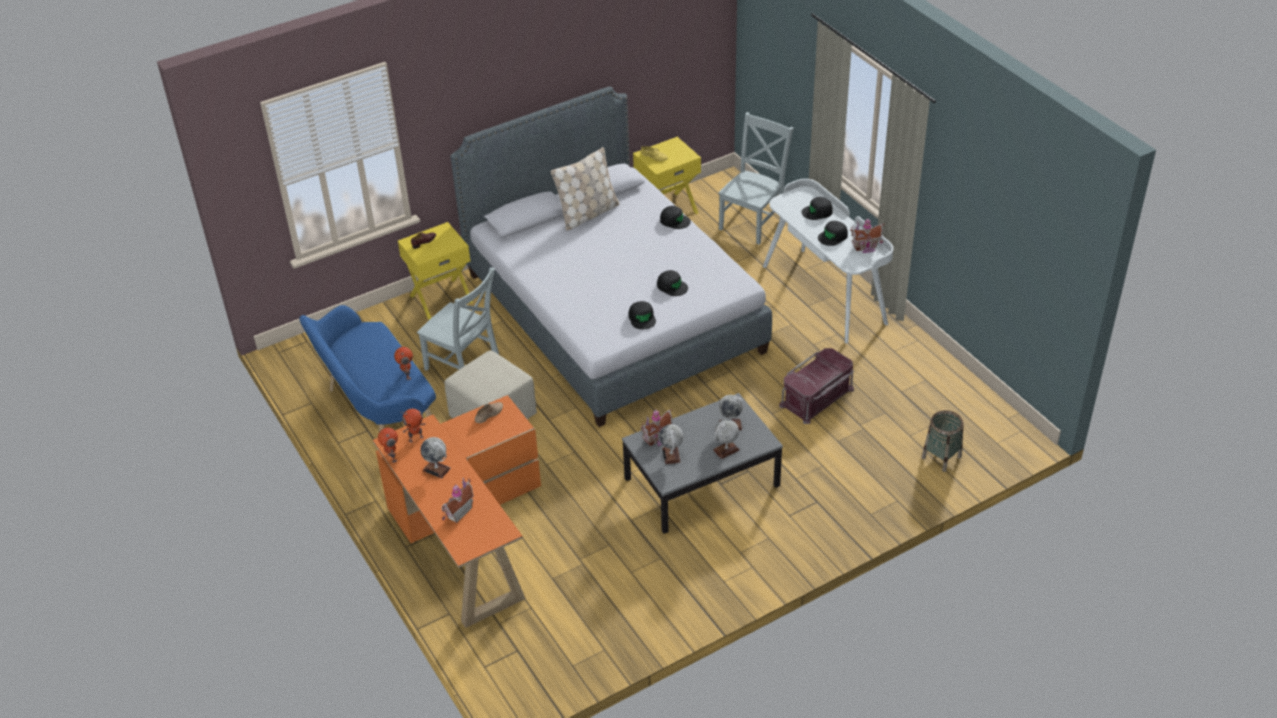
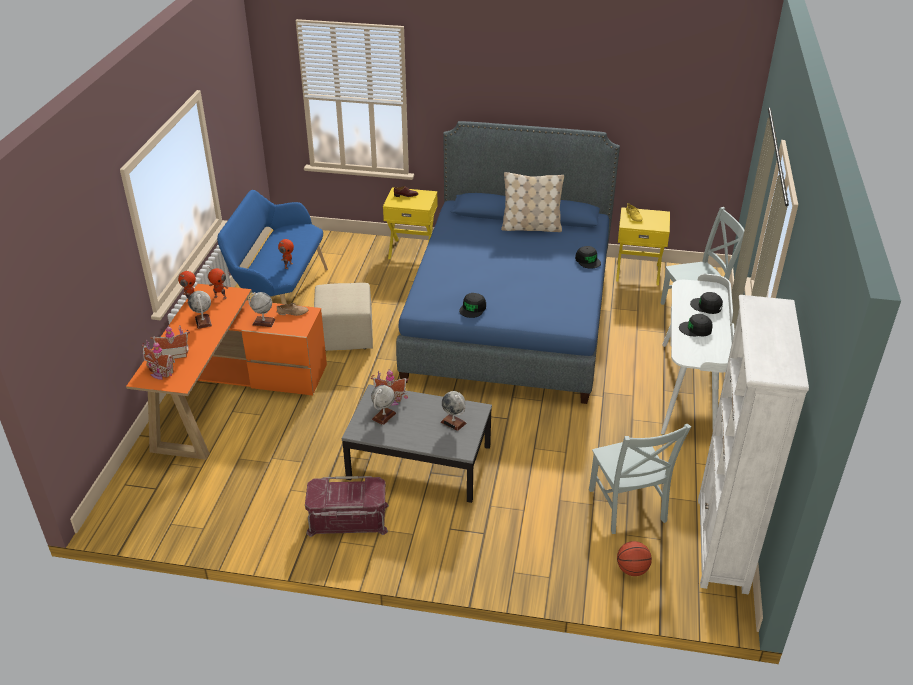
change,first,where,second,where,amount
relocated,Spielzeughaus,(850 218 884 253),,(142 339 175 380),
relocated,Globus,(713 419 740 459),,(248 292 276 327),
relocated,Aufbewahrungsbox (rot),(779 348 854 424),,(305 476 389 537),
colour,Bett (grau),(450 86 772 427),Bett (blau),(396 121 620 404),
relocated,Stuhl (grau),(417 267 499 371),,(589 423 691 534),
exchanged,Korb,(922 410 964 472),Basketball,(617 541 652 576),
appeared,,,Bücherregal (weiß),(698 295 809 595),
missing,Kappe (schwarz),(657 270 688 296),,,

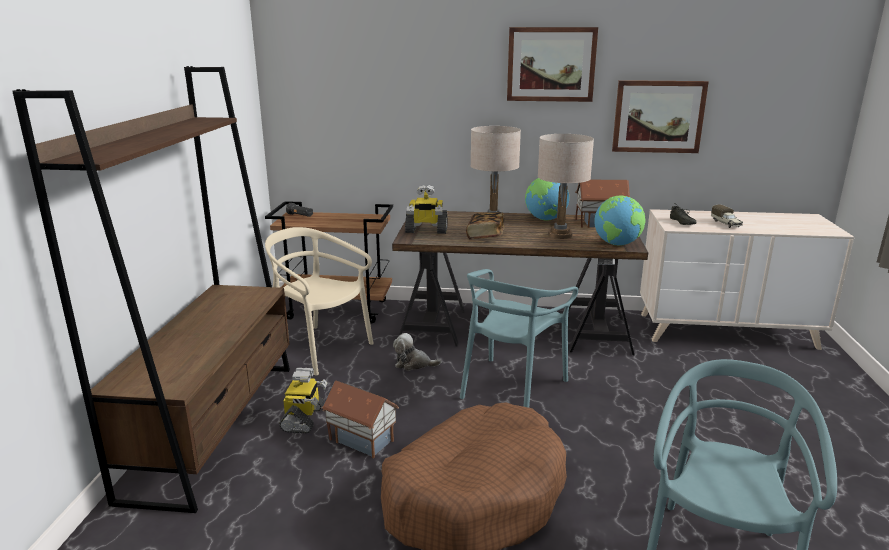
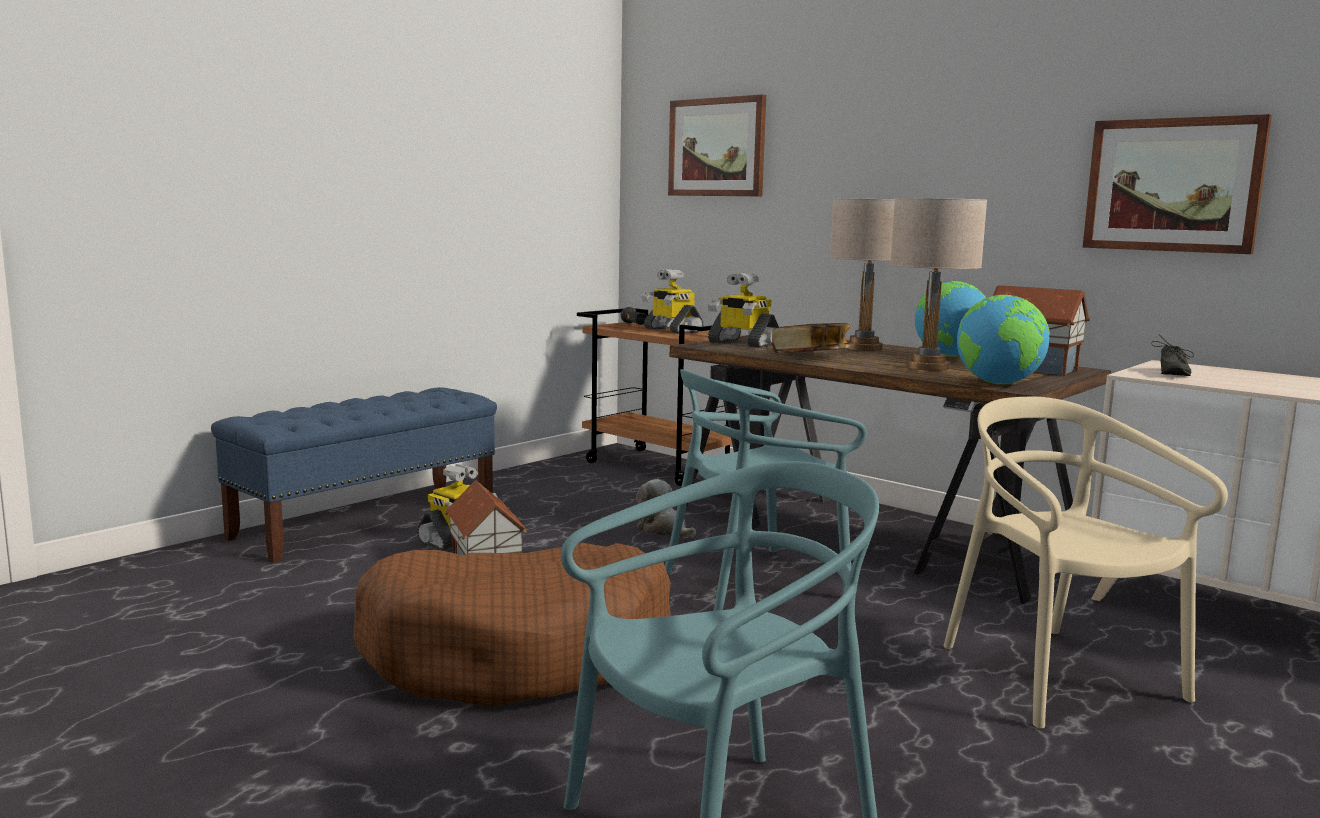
change,first,where,second,where,amount
exchanged,Bücherregal (braun),(12 66 290 513),Bank (blau),(211 387 497 563),
appeared,,,Spielzeugroboter,(641 269 703 334),
relocated,Bild,(507 27 598 102),,(668 95 766 196),
relocated,Stuhl (beige),(265 227 374 375),,(944 397 1228 729),
missing,Spielzeuglaster,(711 204 743 228),,,

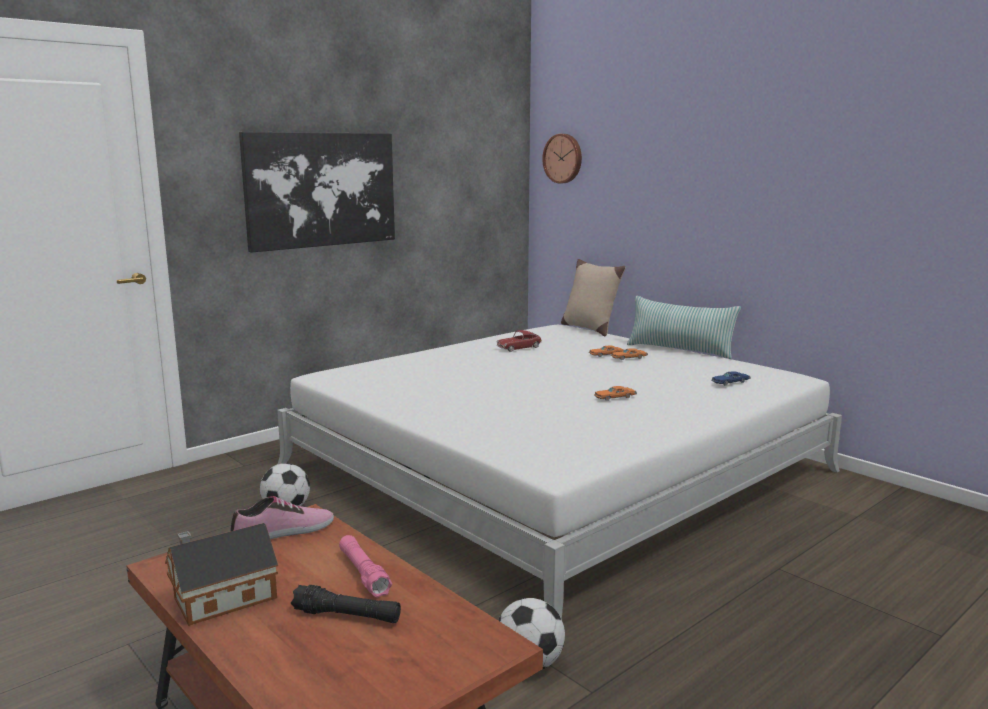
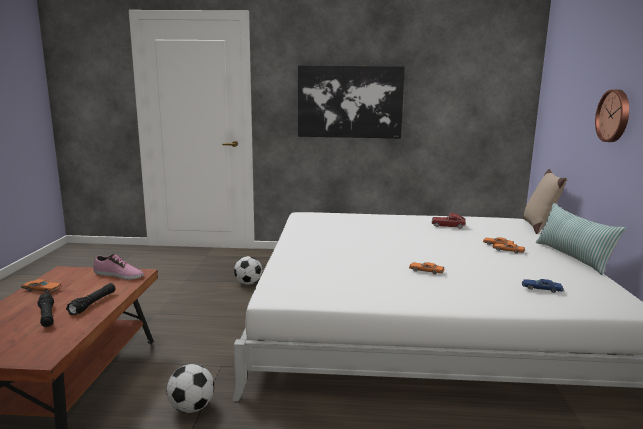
change,first,where,second,where,amount
exchanged,Spielzeughaus,(165 523 278 626),Spielzeugauto (orange),(21 279 62 293),
colour,Taschenlampe (rosa),(339 535 392 598),Taschenlampe (schwarz),(66 283 116 315),
relocated,Wanduhr,(542 134 582 183),,(595 89 629 142),

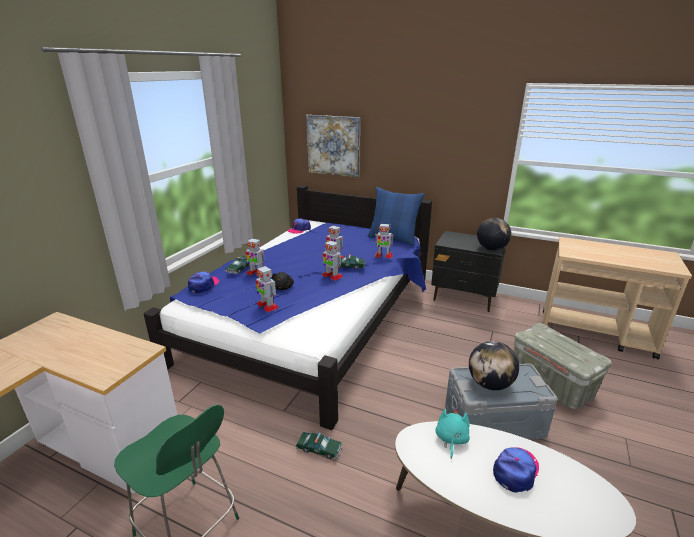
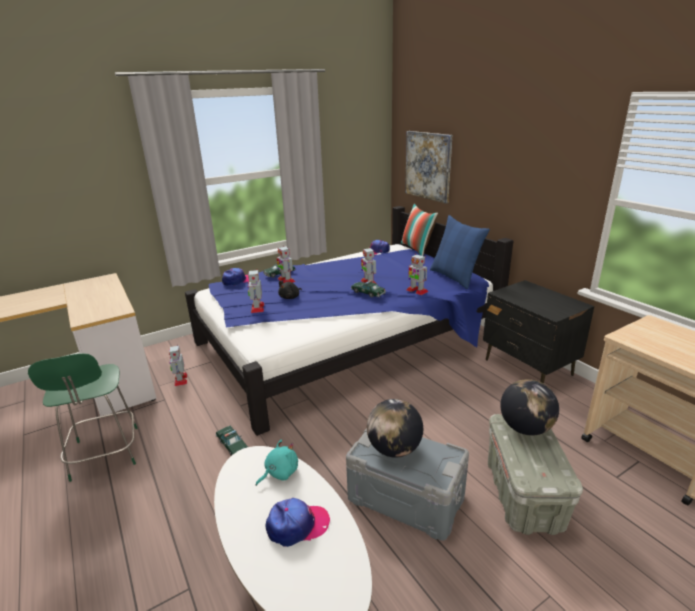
change,first,where,second,where,amount
relocated,Spielzeugroboter,(322 240 343 281),,(169 344 187 386),
appeared,,,Kissen,(401 204 438 256),
relocated,Globus,(477 218 511 251),,(500 379 559 436),

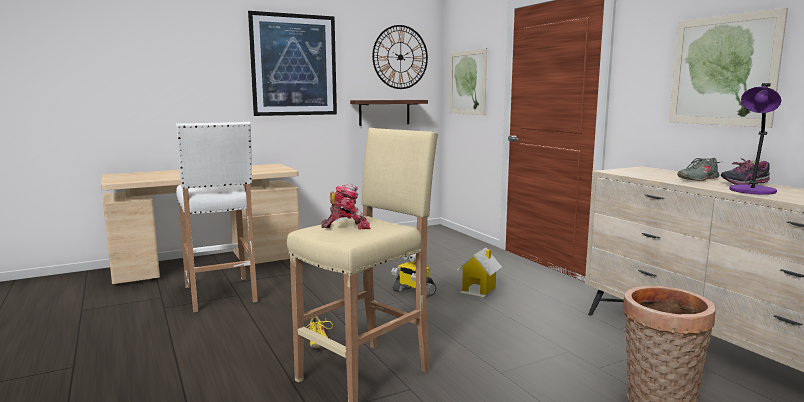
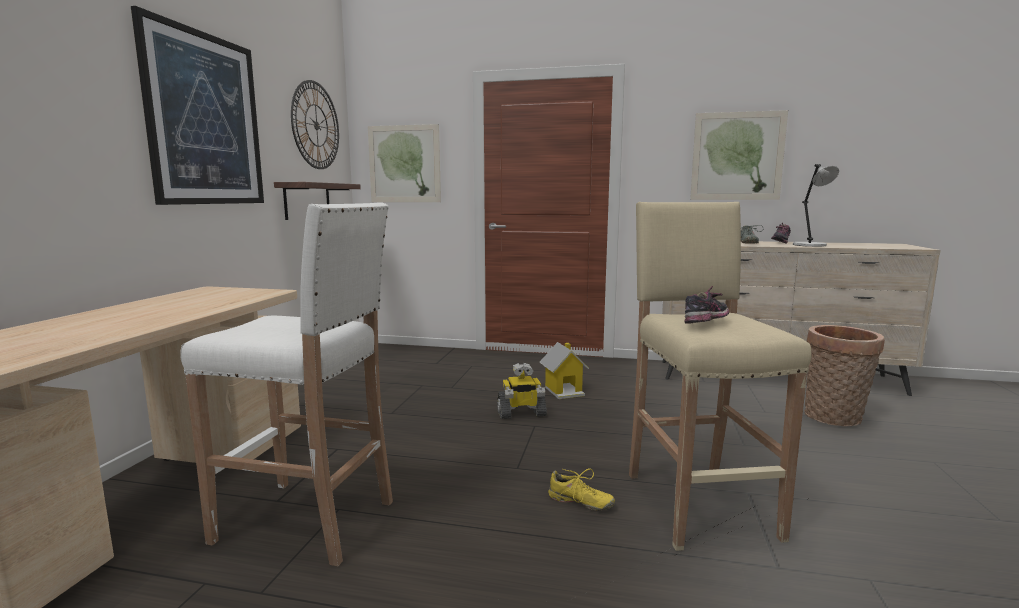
change,first,where,second,where,amount
exchanged,Spielzeugroboter,(321 184 370 229),Schuh,(684 286 729 324),
colour,Tischlampe (lila),(729 83 781 195),Tischlampe (grau),(793 164 839 247),

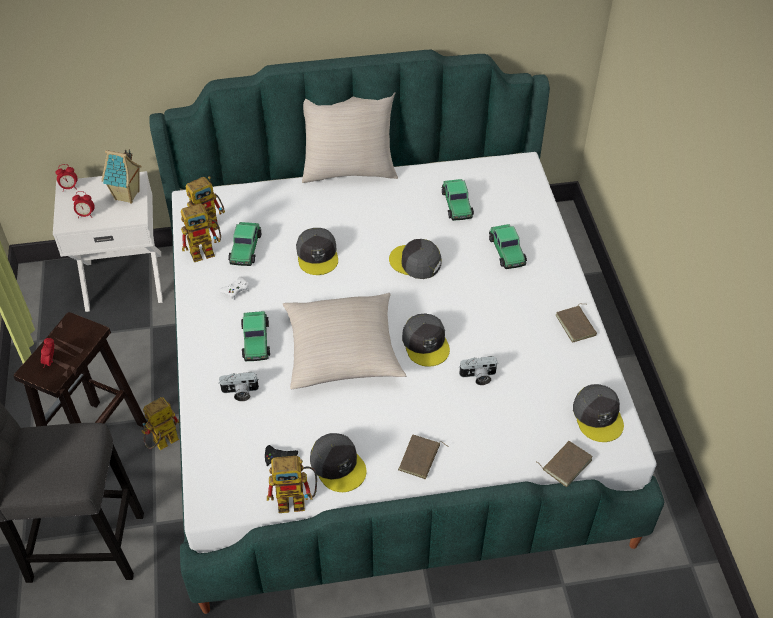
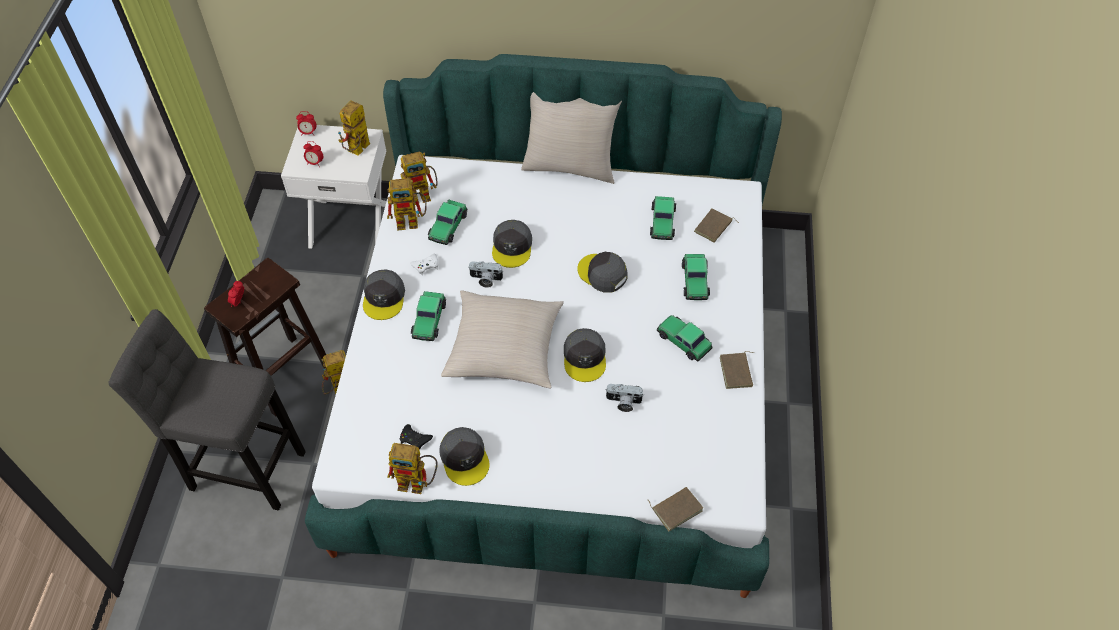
change,first,where,second,where,amount
exchanged,Spielzeughaus,(101 149 142 204),Spielzeugroboter,(338 100 370 156),
relocated,Kappe (grau),(573 384 624 442),,(363 269 405 320),
relocated,Kamera,(219 372 259 401),,(468 261 504 288),
appeared,,,Spielzeugauto,(657 315 713 362),
relocated,Buch (braun),(398 435 449 479),,(694 208 739 242),

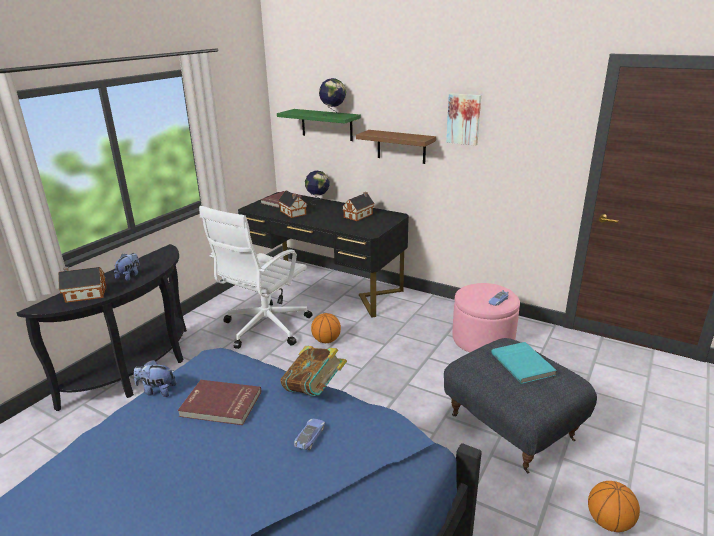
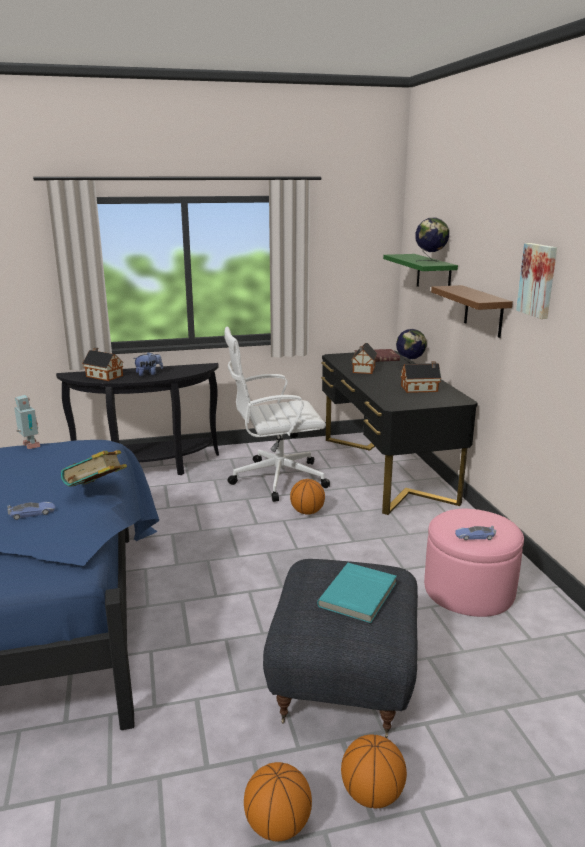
change,first,where,second,where,amount
exchanged,Plüschtier,(134 360 177 397),Spielzeugroboter,(14 395 40 449),
appeared,,,Basketball,(341 734 407 808),
missing,Buch (rot),(178 380 261 425),,,

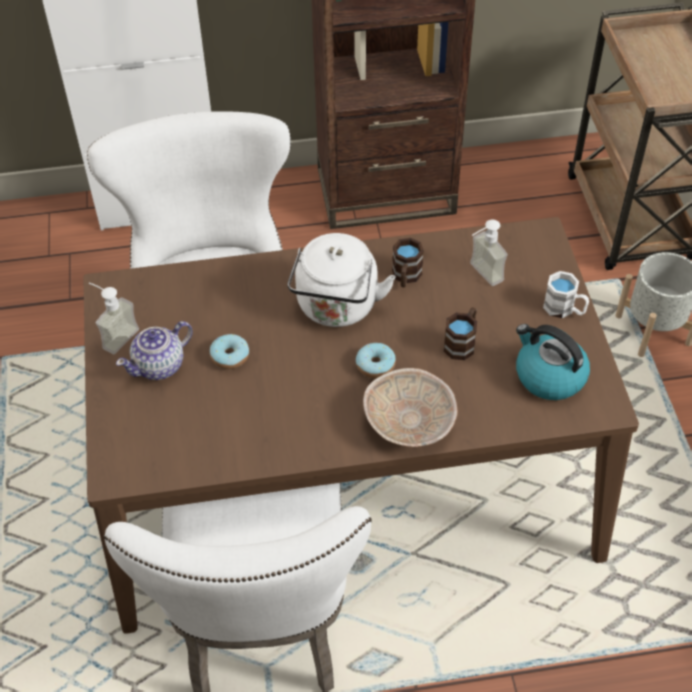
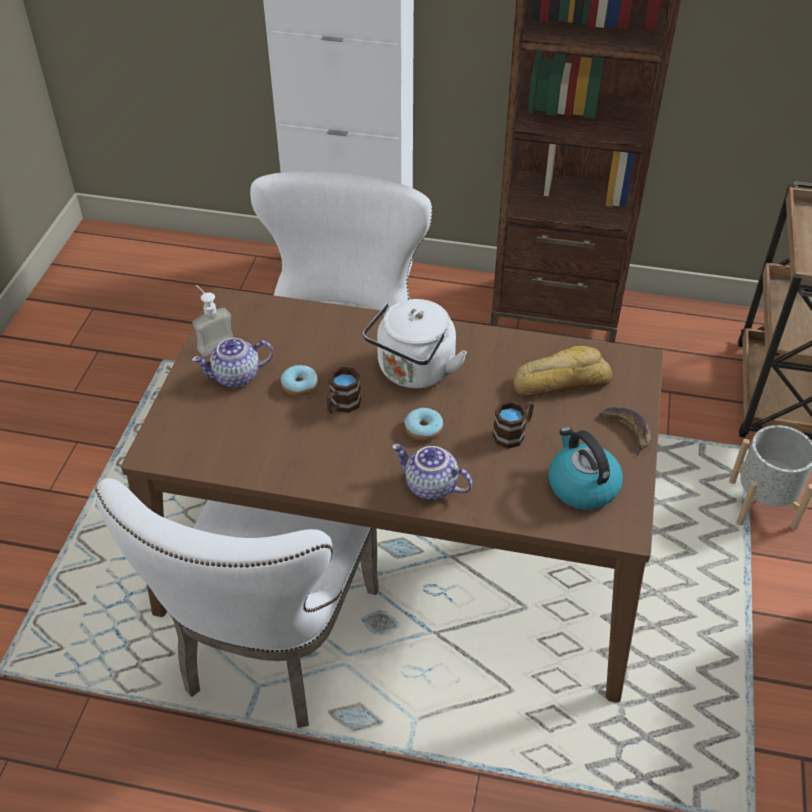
change,first,where,second,where,amount
relocated,Henkelbecher (braun),(392 238 424 287),,(326 367 361 414),
exchanged,Schüssel (beige),(363 368 458 447),Teekanne,(392 443 473 500),
exchanged,Seifenspender,(470 220 508 286),Brot,(513 346 612 397),
exchanged,Henkelbecher (weiß),(543 271 589 318),Banane,(599 407 652 458),

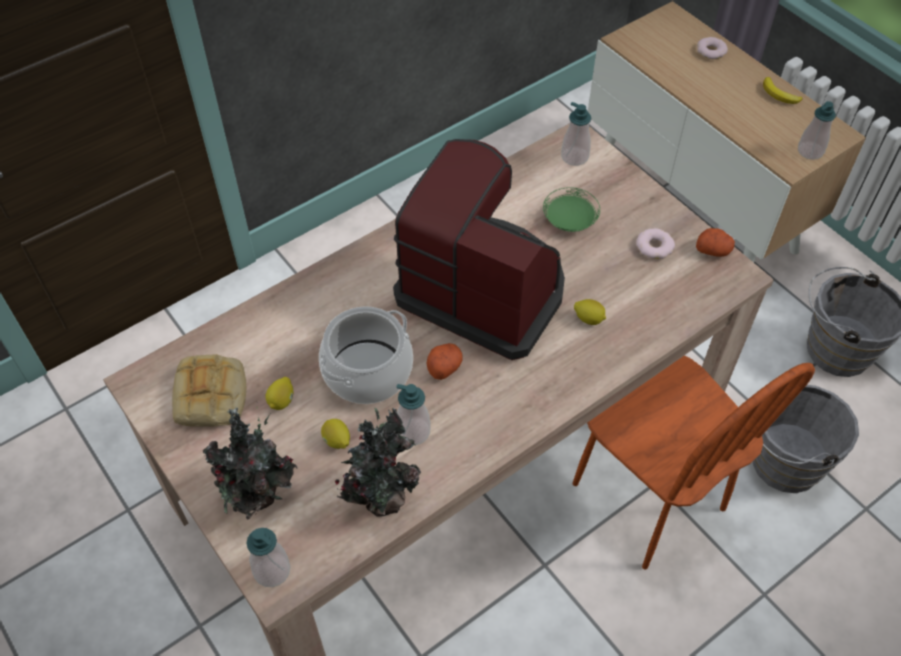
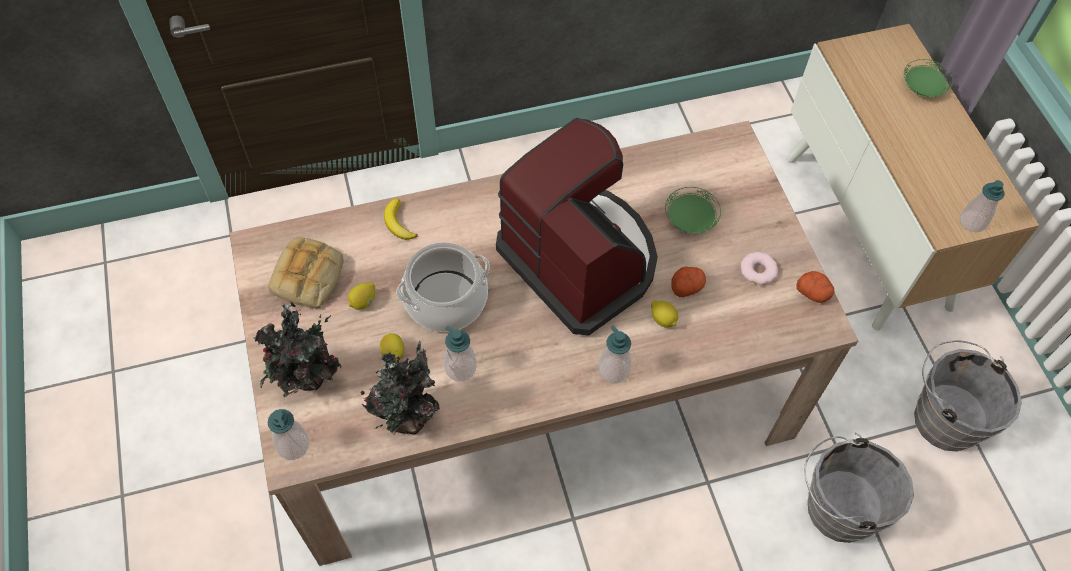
change,first,where,second,where,amount
relocated,Banane,(763 77 803 104),,(384 198 418 240),
relocated,Seifenspender,(561 102 591 166),,(598 325 631 383),
relocated,Kartoffel,(426 343 463 380),,(671 267 706 297),
exchanged,Donut,(697 37 728 59),Teller (grün),(904 59 953 97),
missing,Stuhl (braun),(573 355 815 570),,,

